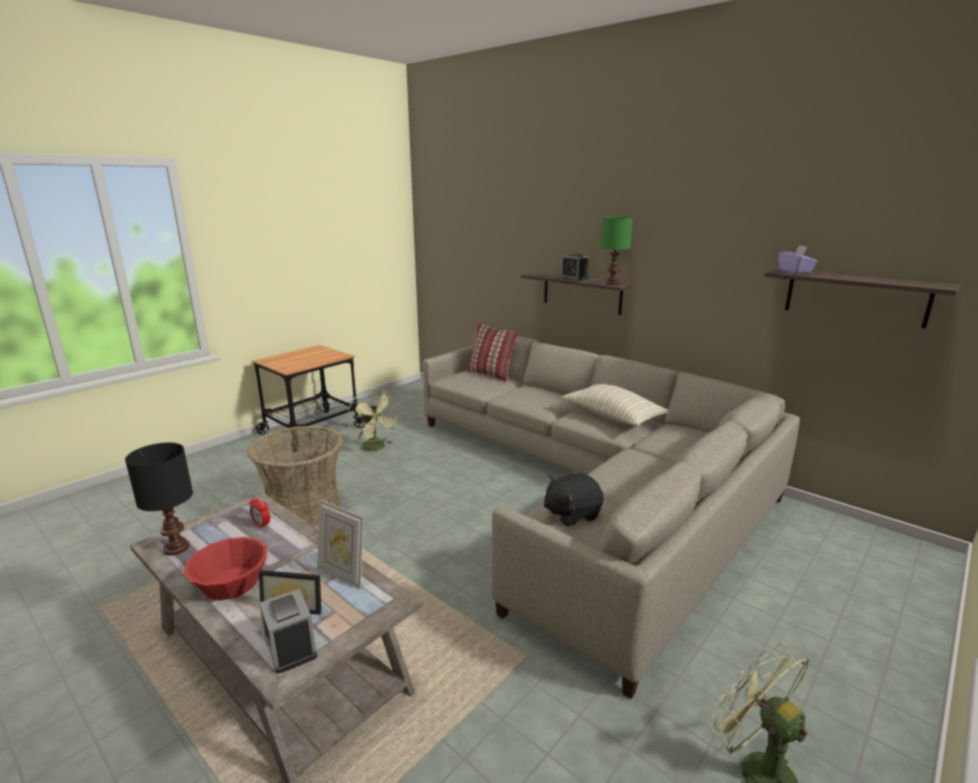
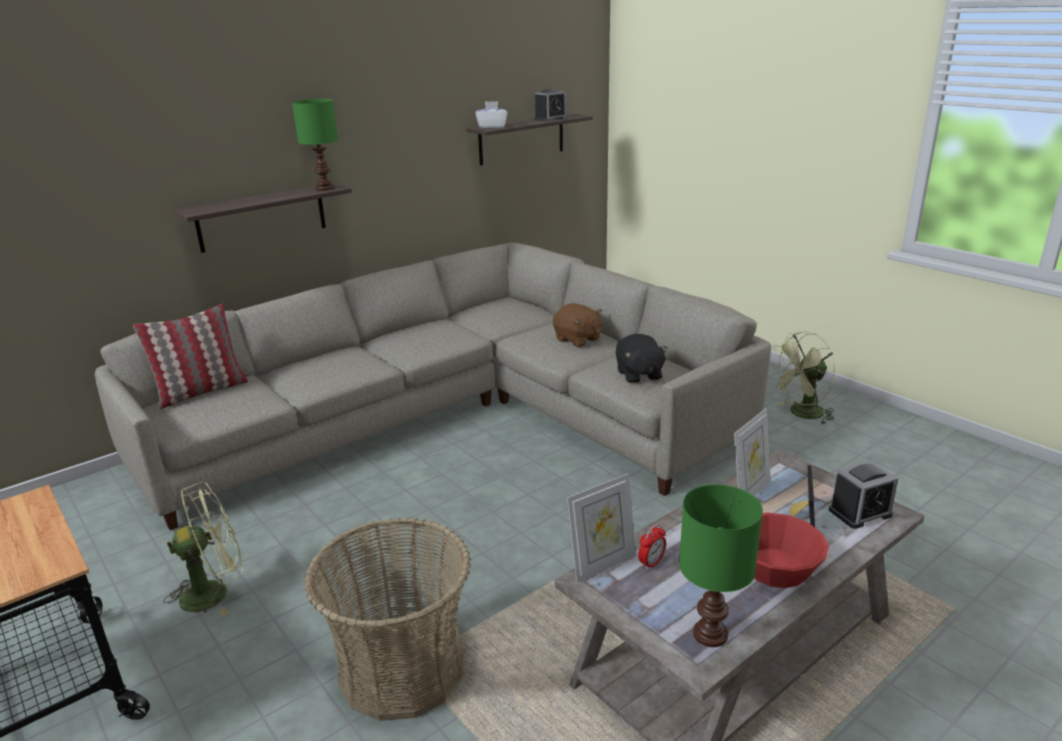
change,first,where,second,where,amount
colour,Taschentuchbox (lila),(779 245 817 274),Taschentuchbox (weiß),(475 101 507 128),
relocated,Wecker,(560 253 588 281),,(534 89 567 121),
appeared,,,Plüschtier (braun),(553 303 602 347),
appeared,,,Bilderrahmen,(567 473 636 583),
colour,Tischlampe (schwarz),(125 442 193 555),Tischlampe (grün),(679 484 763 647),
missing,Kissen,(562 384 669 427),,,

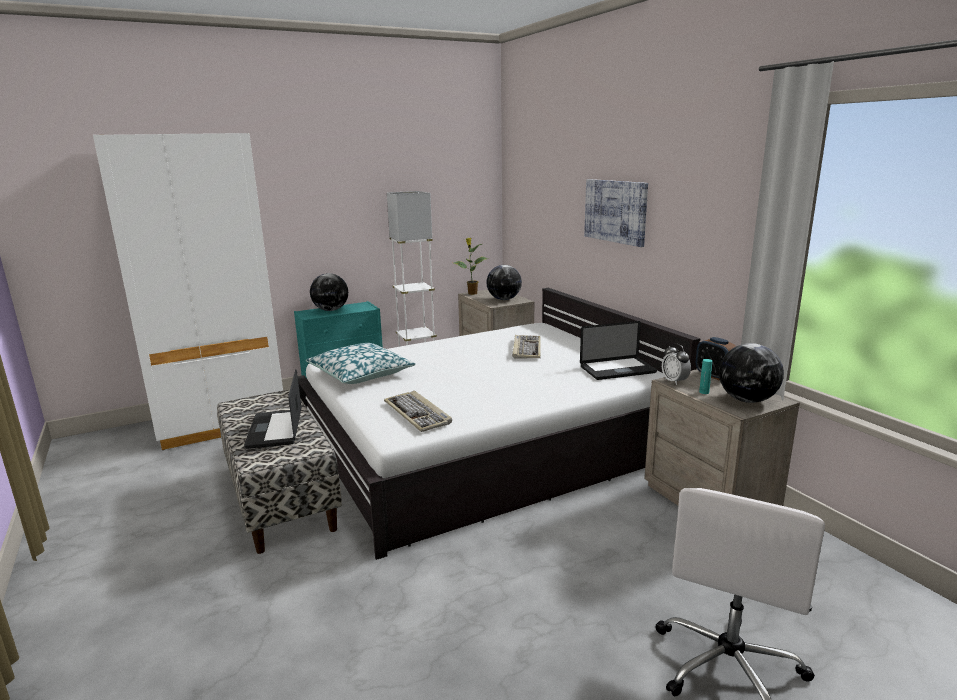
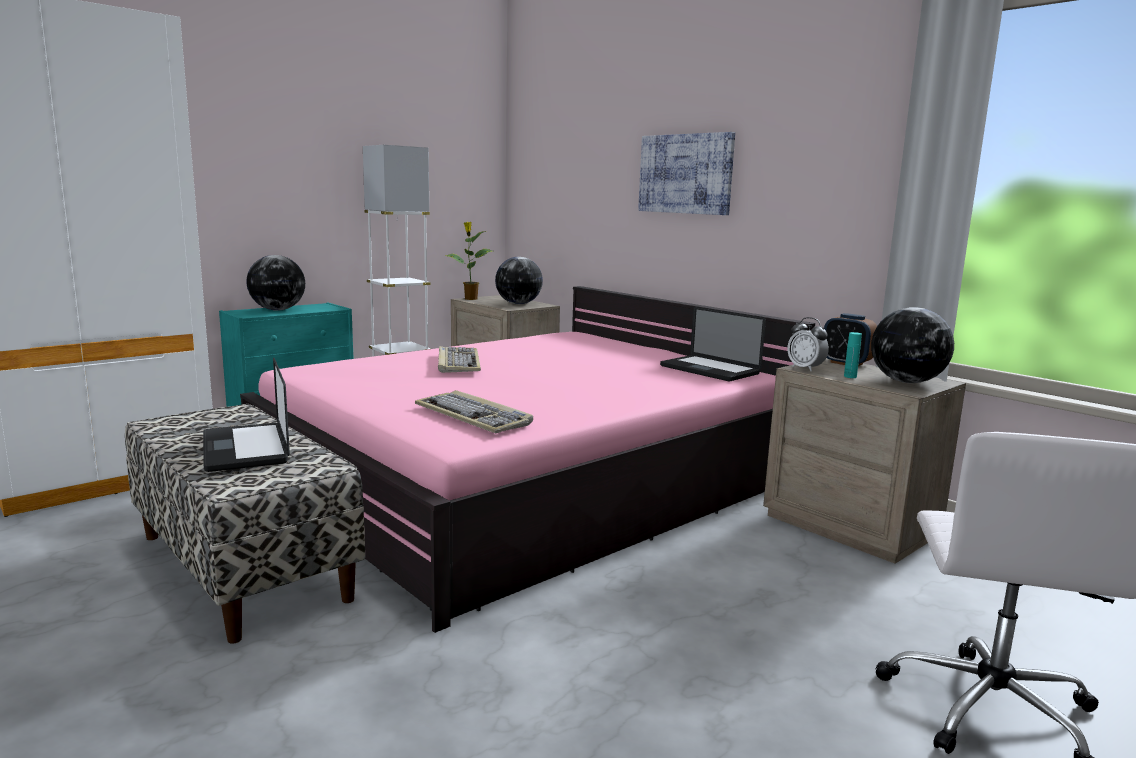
change,first,where,second,where,amount
colour,Bett (weiß),(298 288 700 560),Bett (rosa),(240 286 815 633),
relocated,Tastatur,(512 335 541 359),,(438 346 481 373),
spun,Laptop,(580 321 657 380),,(660 307 766 381),75 degrees clockwise
missing,Kissen,(306 343 416 384),,,

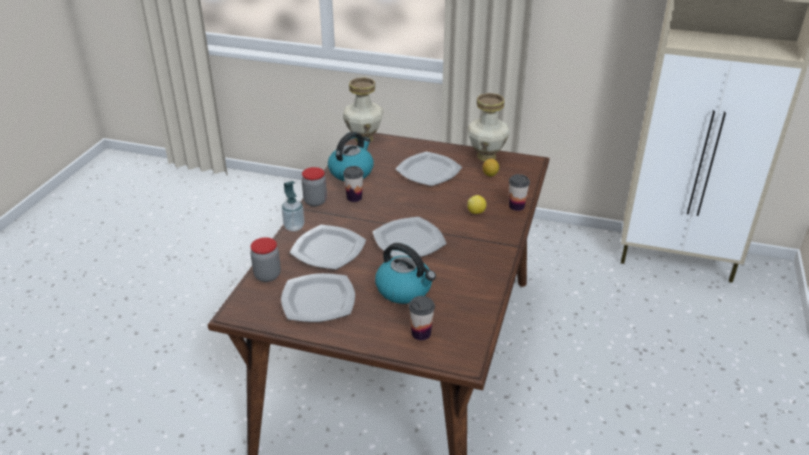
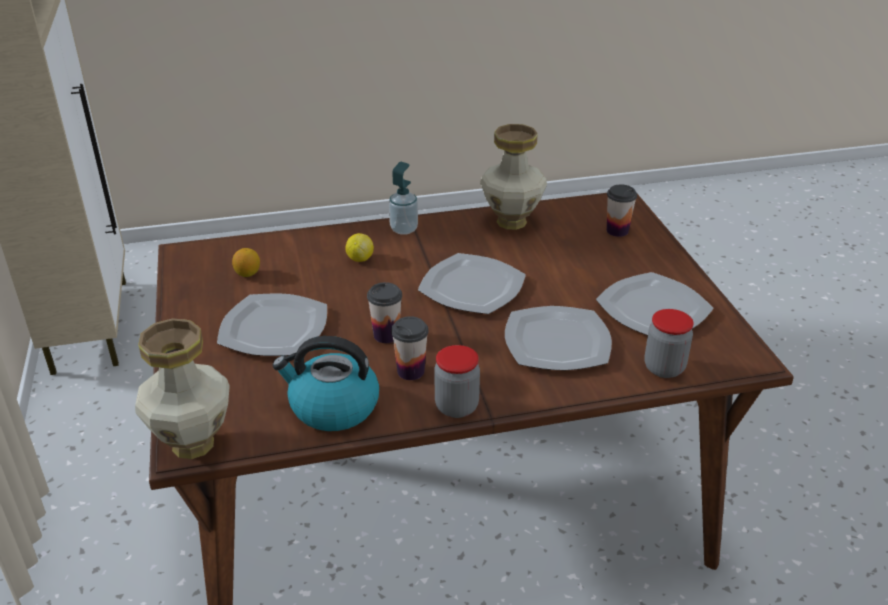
change,first,where,second,where,amount
relocated,Tasse,(509 174 530 211),,(367 282 402 343),
relocated,Seifenspender,(282 181 305 231),,(389 162 418 235),
relocated,Vase,(467 93 510 161),,(480 124 547 230),
missing,Wasserkessel,(375 243 436 304),,,

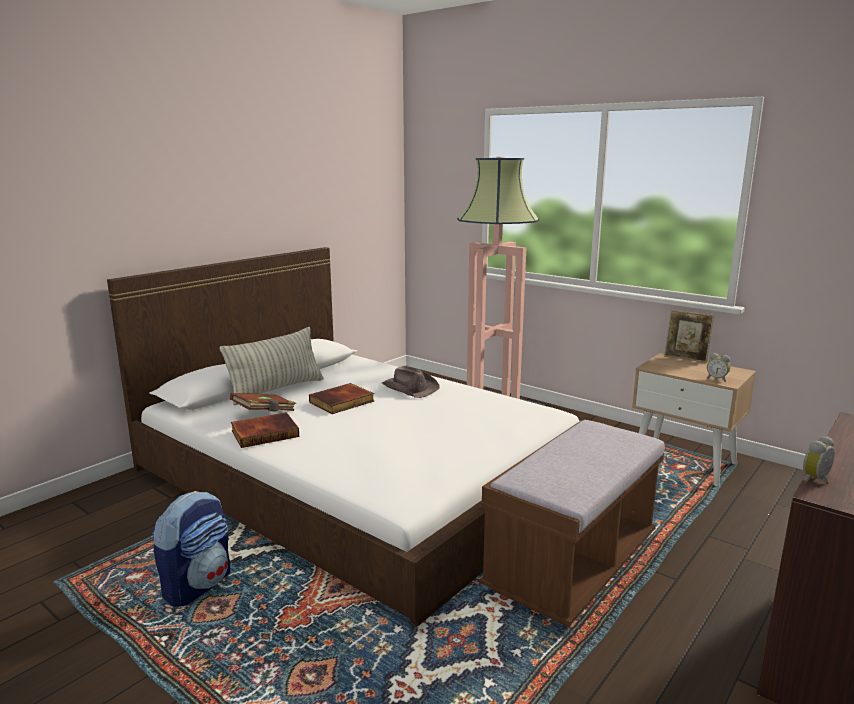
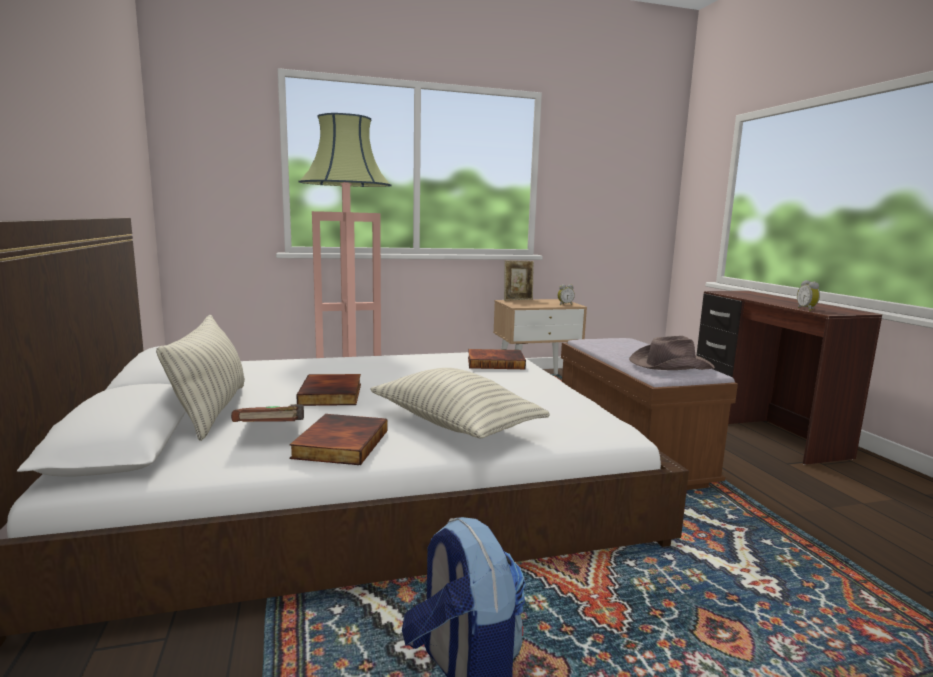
change,first,where,second,where,amount
appeared,,,Kissen,(370 368 550 439),
appeared,,,Buch,(468 349 526 369),
relocated,Hut (braun),(382 365 440 398),,(629 336 715 370),

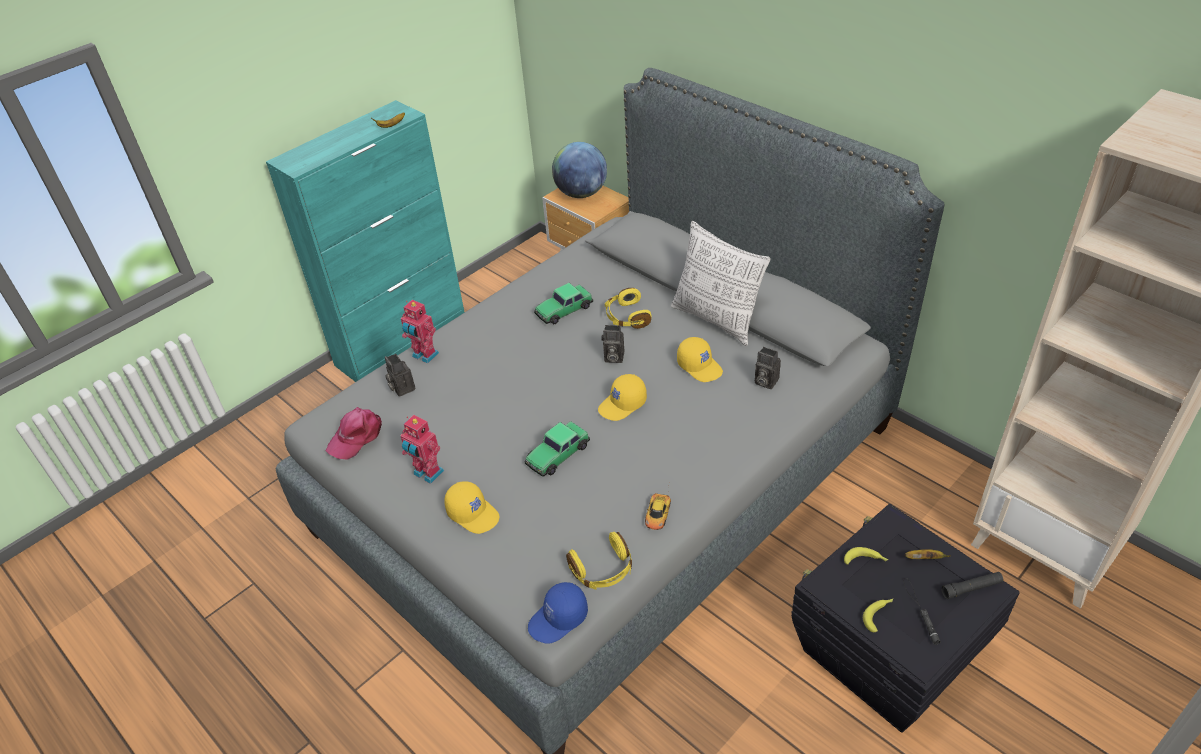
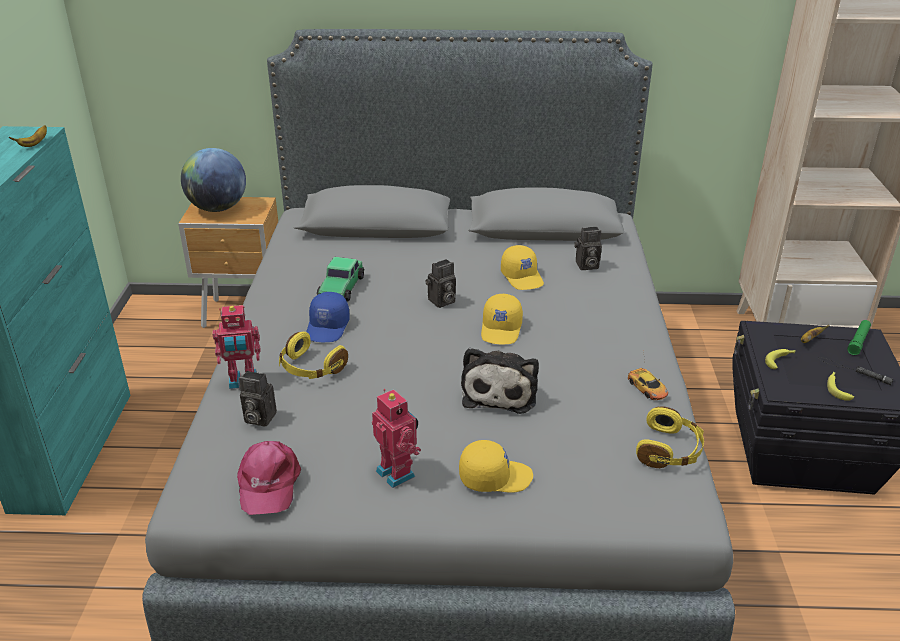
change,first,where,second,where,amount
relocated,Kopfhörer (gelb),(605 288 652 329),,(279 332 348 379),
relocated,Kappe (blau),(528 582 588 644),,(306 292 350 342),
spun,Spielzeugroboter,(400 415 444 484),,(372 389 421 488),120 degrees counterclockwise
exchanged,Spielzeugauto,(525 421 590 477),Plüschtier,(461 348 539 414),
spun,Kappe (gelb),(677 337 723 382),,(501 245 544 290),60 degrees clockwise
colour,Taschenlampe (schwarz),(941 572 1003 599),Taschenlampe (grün),(847 320 871 355),
missing,Kissen,(671 221 771 346),,,

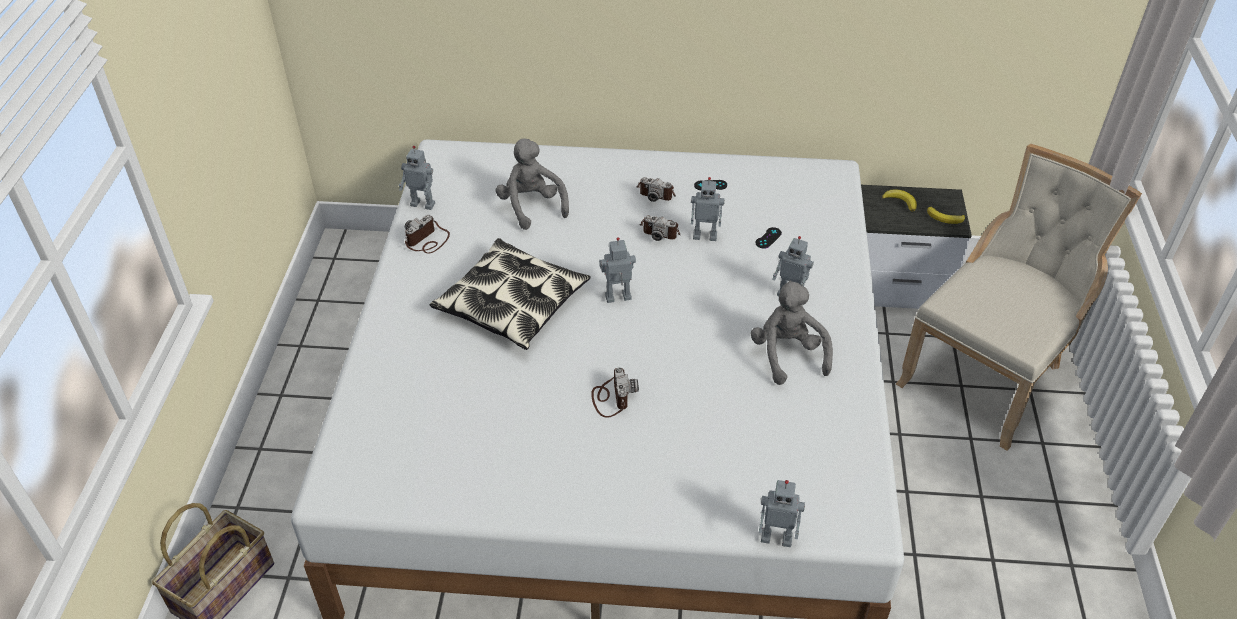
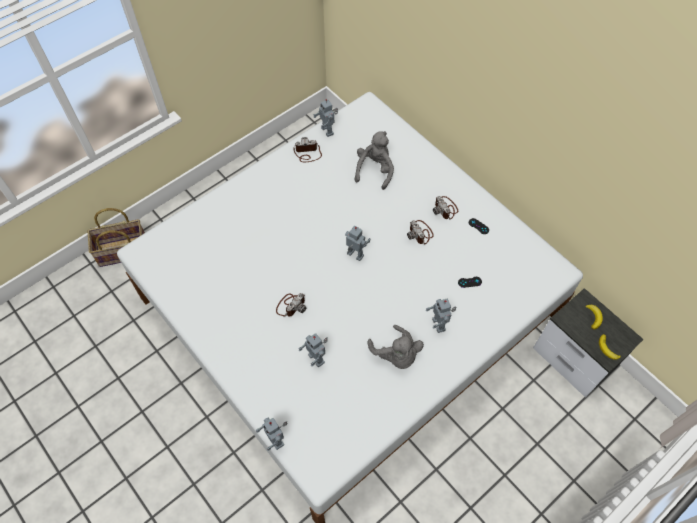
change,first,where,second,where,amount
relocated,Spielzeugroboter,(691 177 725 241),,(298 333 328 367),
spun,Plüschtier (grau),(750 280 833 385),,(367 325 424 369),120 degrees clockwise
missing,Kissen,(430 238 591 350),,,
missing,Stuhl (beige),(896 144 1142 451),,,

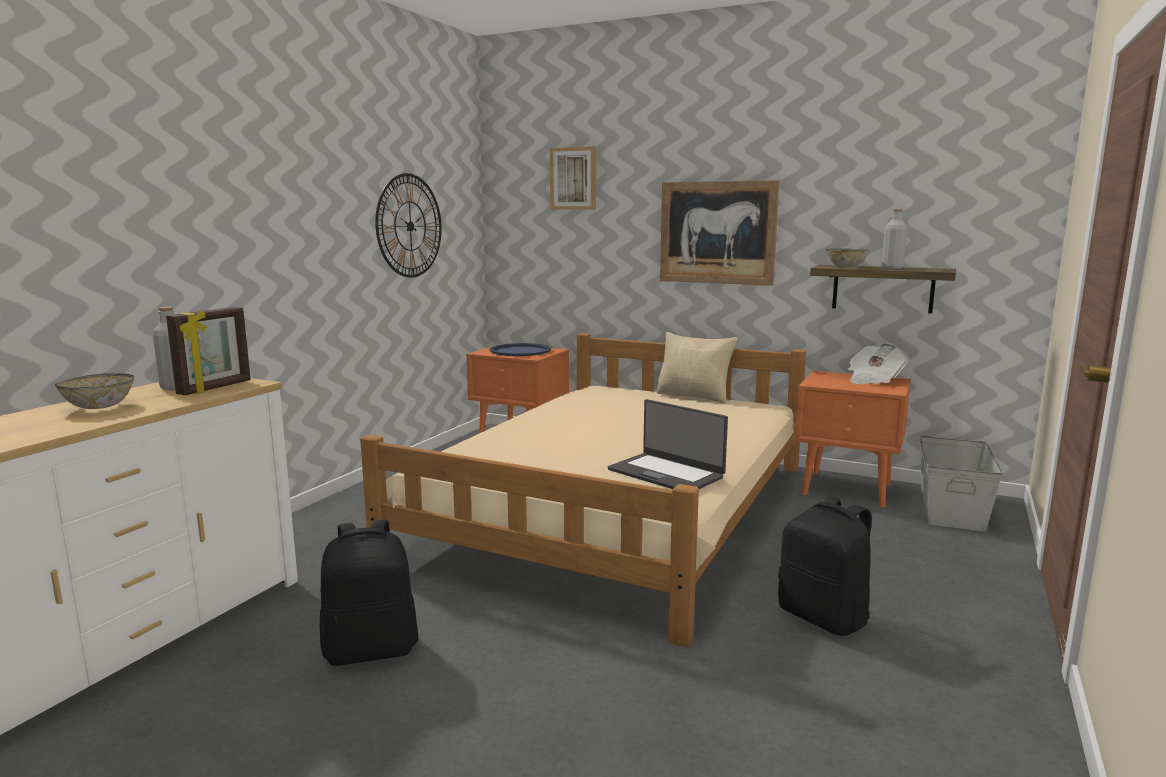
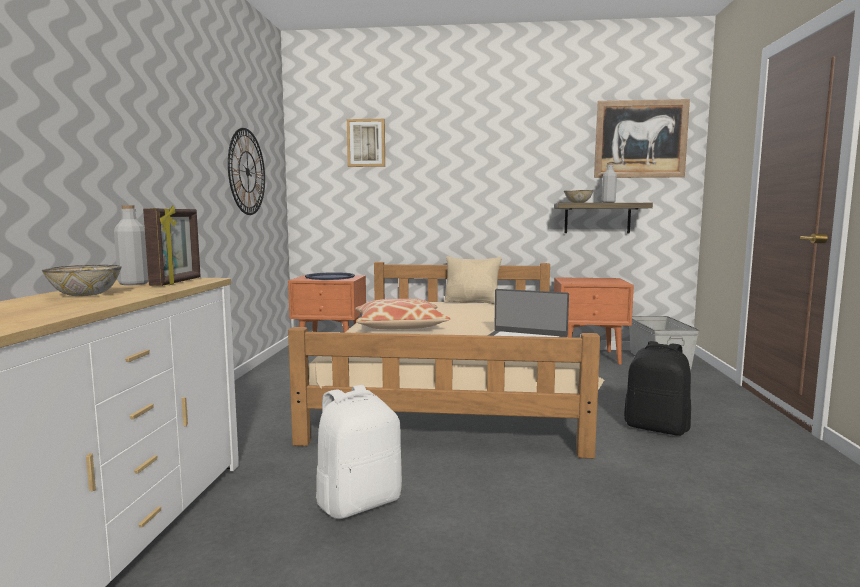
change,first,where,second,where,amount
colour,Rucksack (schwarz),(320 520 418 666),Rucksack (weiß),(316 385 402 519),
appeared,,,Kissen,(355 299 450 329),
relocated,Bild,(660 180 779 286),,(594 99 690 178),
missing,Zeitung,(848 343 910 384),,,

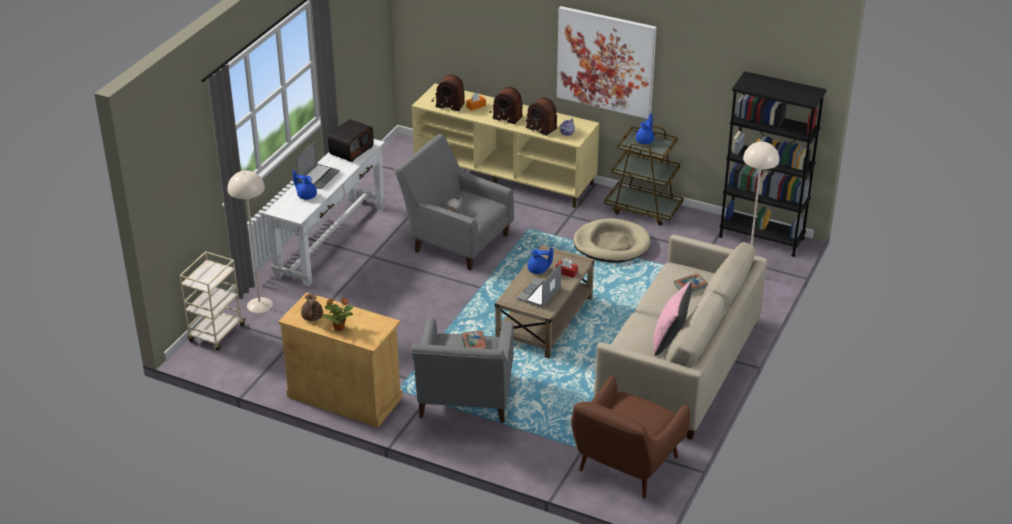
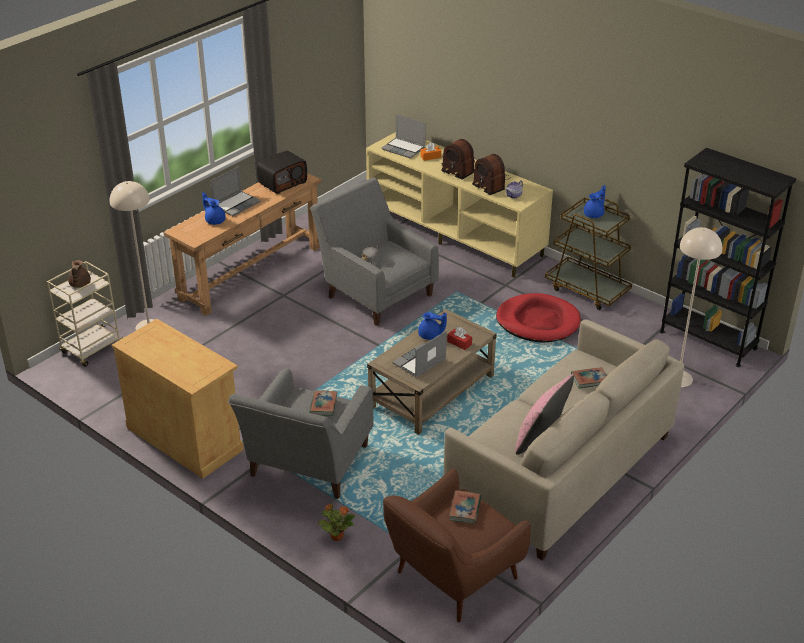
change,first,where,second,where,amount
relocated,Teekanne (braun),(301 294 323 321),,(68 260 91 288),
colour,Konsolentisch (weiß),(263 139 386 286),Konsolentisch (braun),(164 173 321 316),
relocated,Topfpflanze,(323 298 354 331),,(318 504 355 541),
exchanged,Radio,(431 74 465 111),Laptop,(382 114 426 159),
appeared,,,Buch,(449 490 481 524),
colour,Hundebett (beige),(573 219 651 263),Hundebett (rot),(496 293 581 342),
missing,Bild,(557 6 657 119),,,

